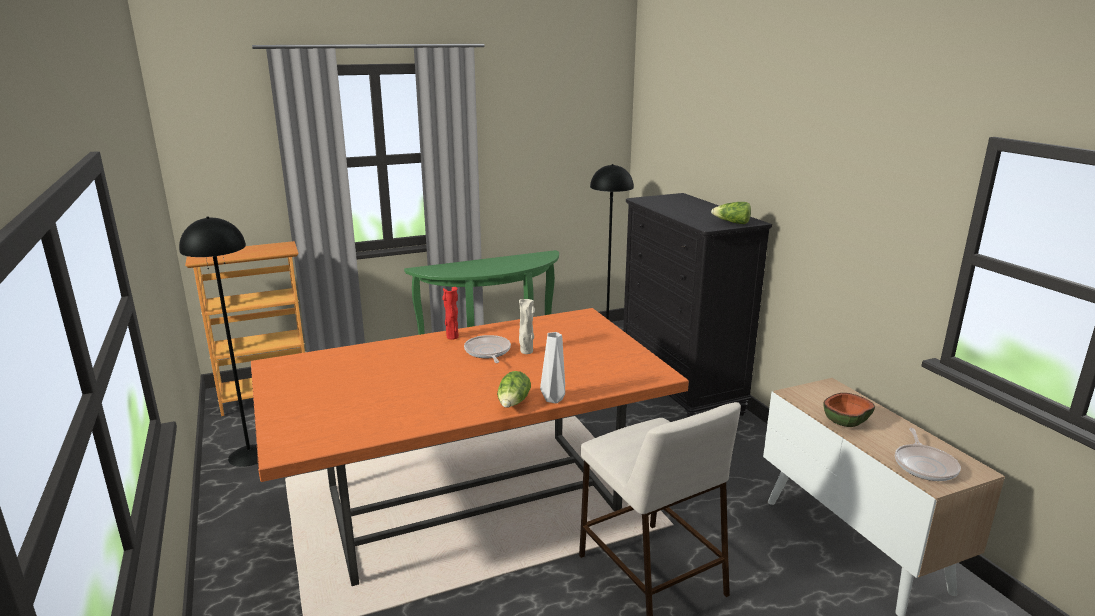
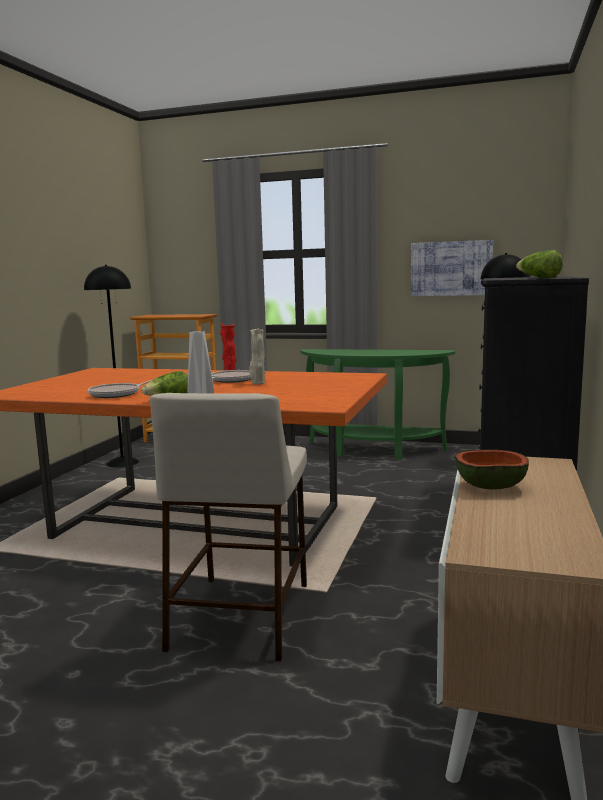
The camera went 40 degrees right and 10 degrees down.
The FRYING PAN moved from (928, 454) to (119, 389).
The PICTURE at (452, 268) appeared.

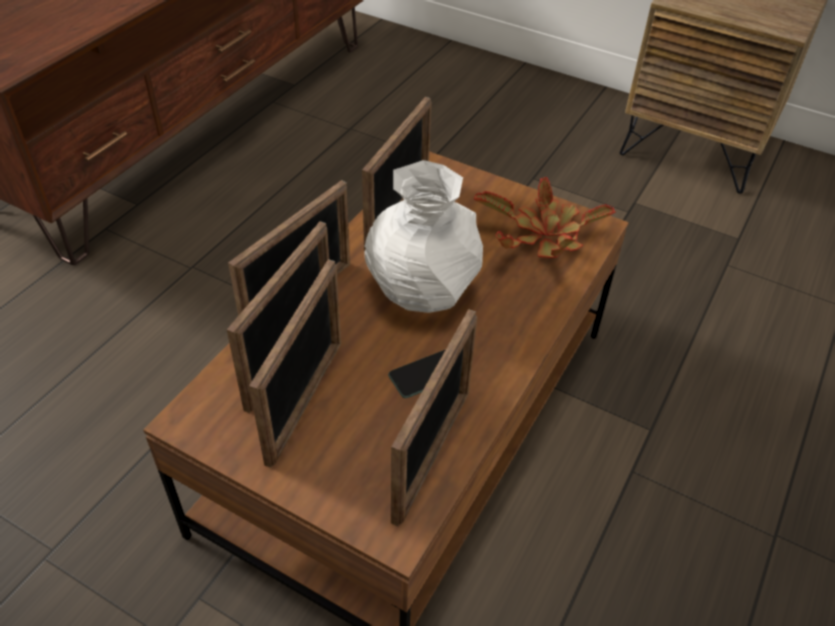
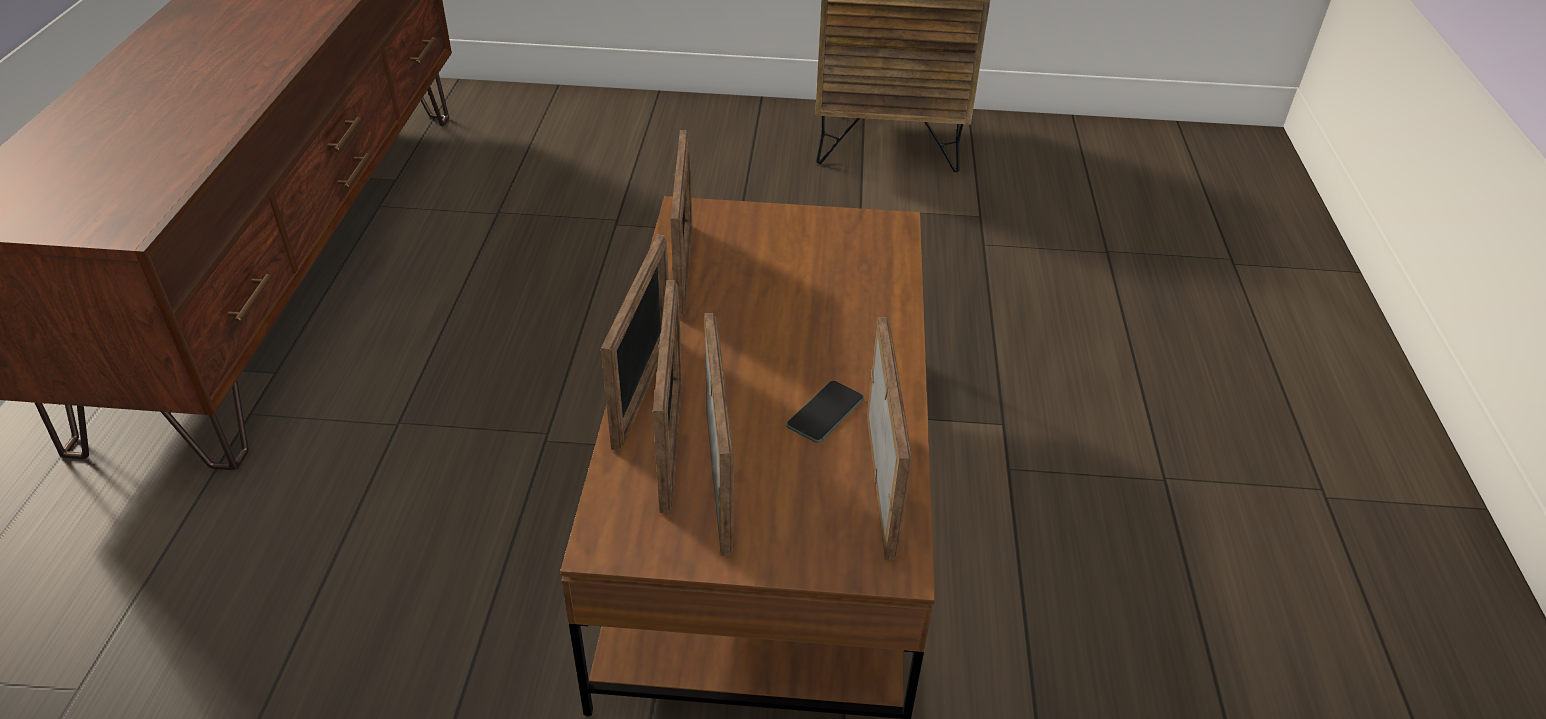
The camera went 25 degrees left and 5 degrees down.
The WHITE VASE at (423, 236) disappeared.
The POTTED PLANT at (545, 217) disappeared.

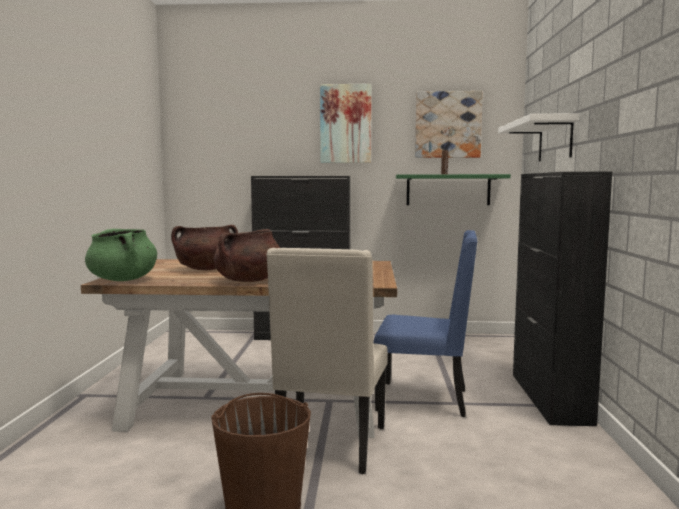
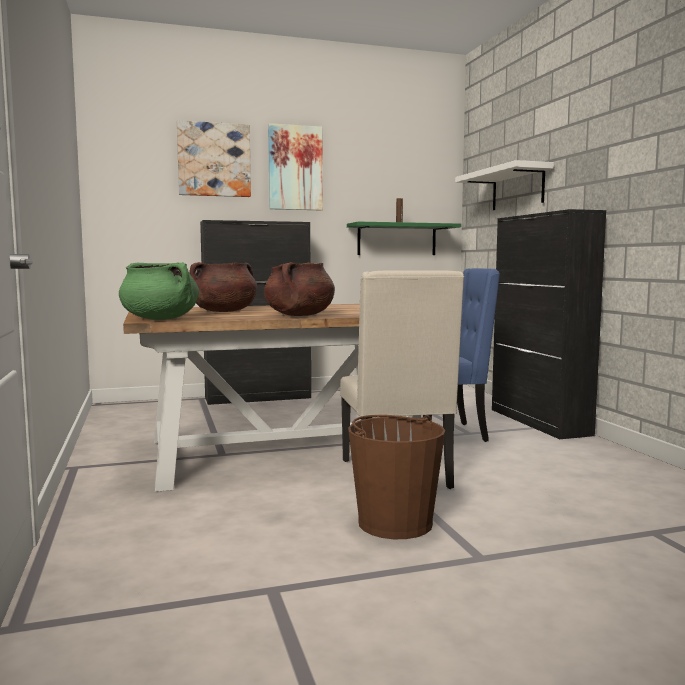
The camera went 20 degrees left and 0 degrees up.
The PICTURE moved from (449, 124) to (214, 158).

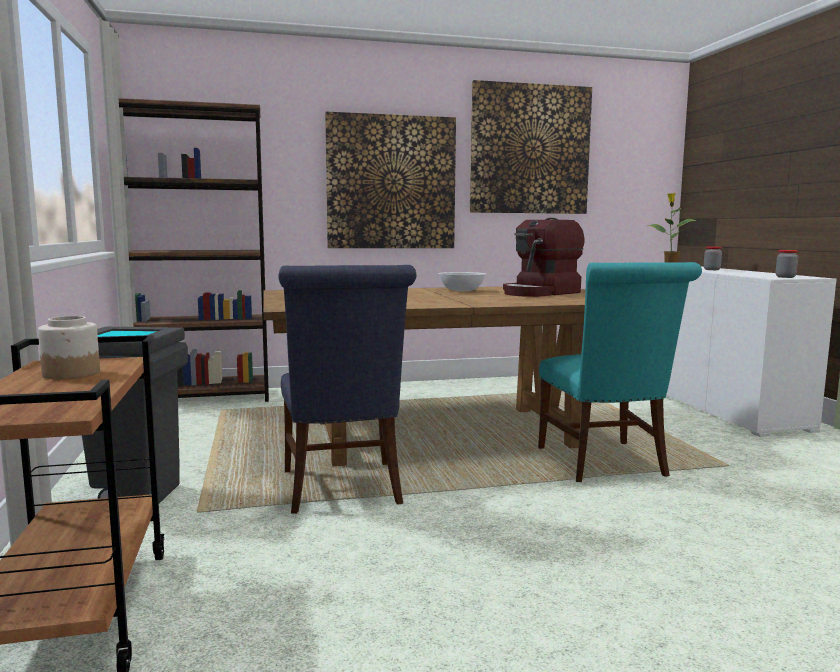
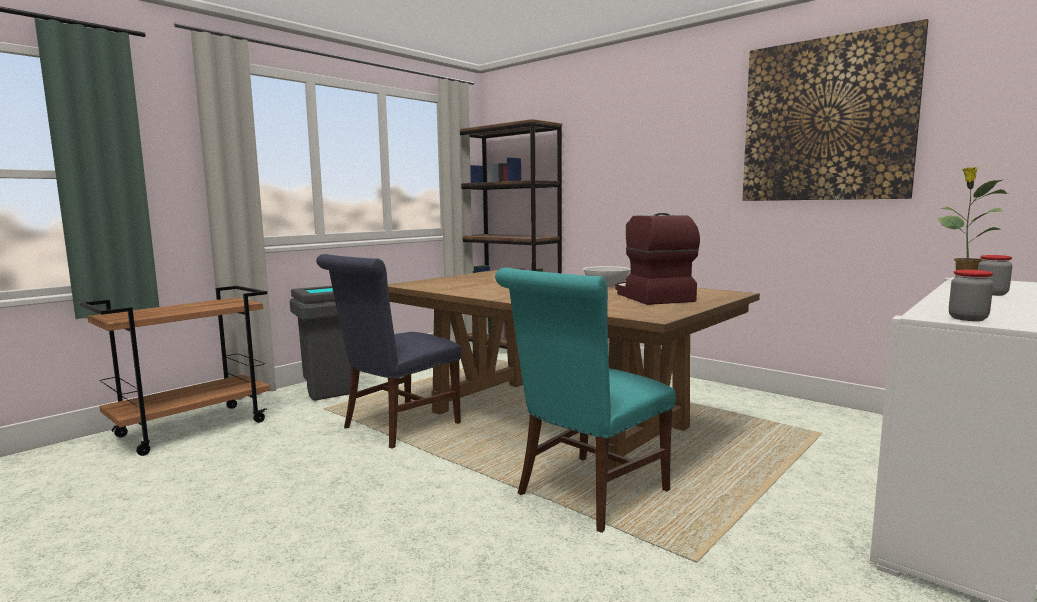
The camera went 55 degrees right and 0 degrees up.
The COFFEE MACHINE at (544, 257) turned 60 degrees clockwise.
The JAR at (69, 348) disappeared.
The PICTURE at (390, 180) disappeared.

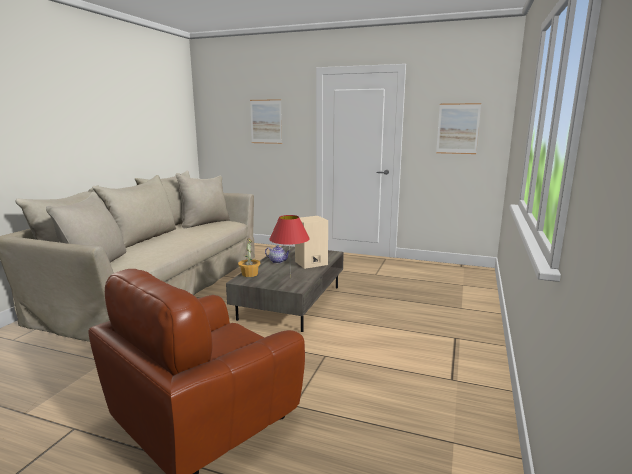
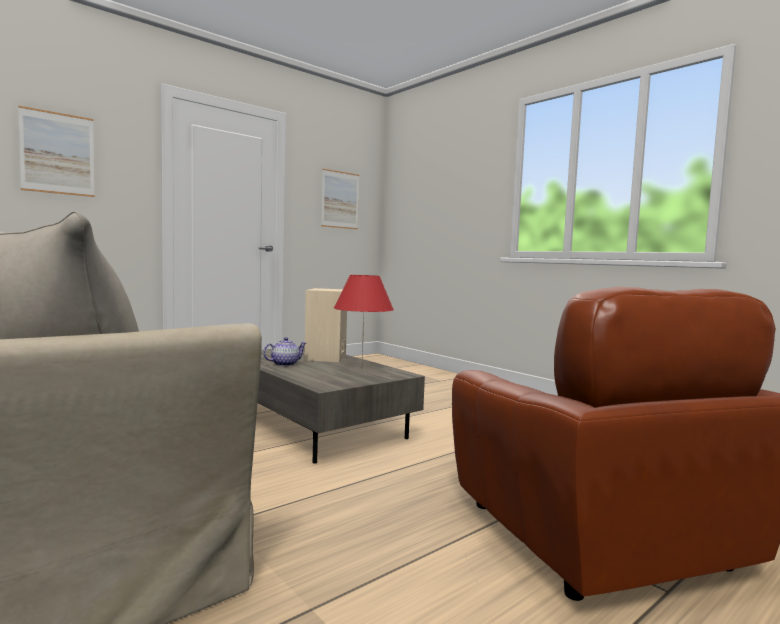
The camera went 60 degrees left and 10 degrees down.
The POTTED PLANT at (249, 258) disappeared.

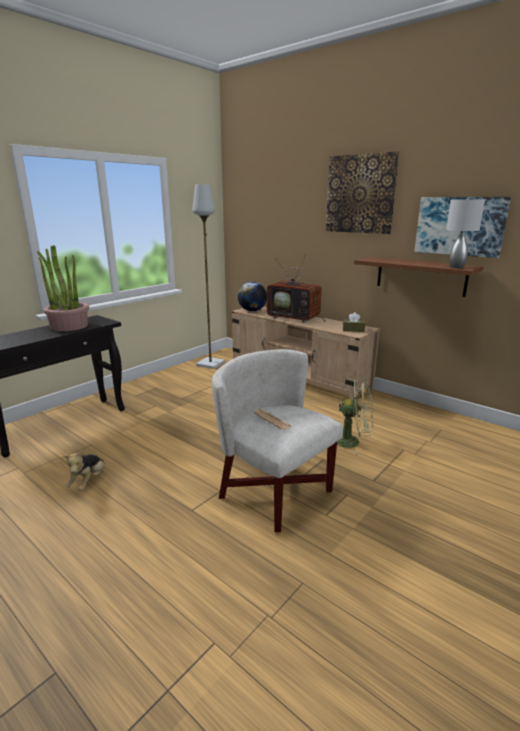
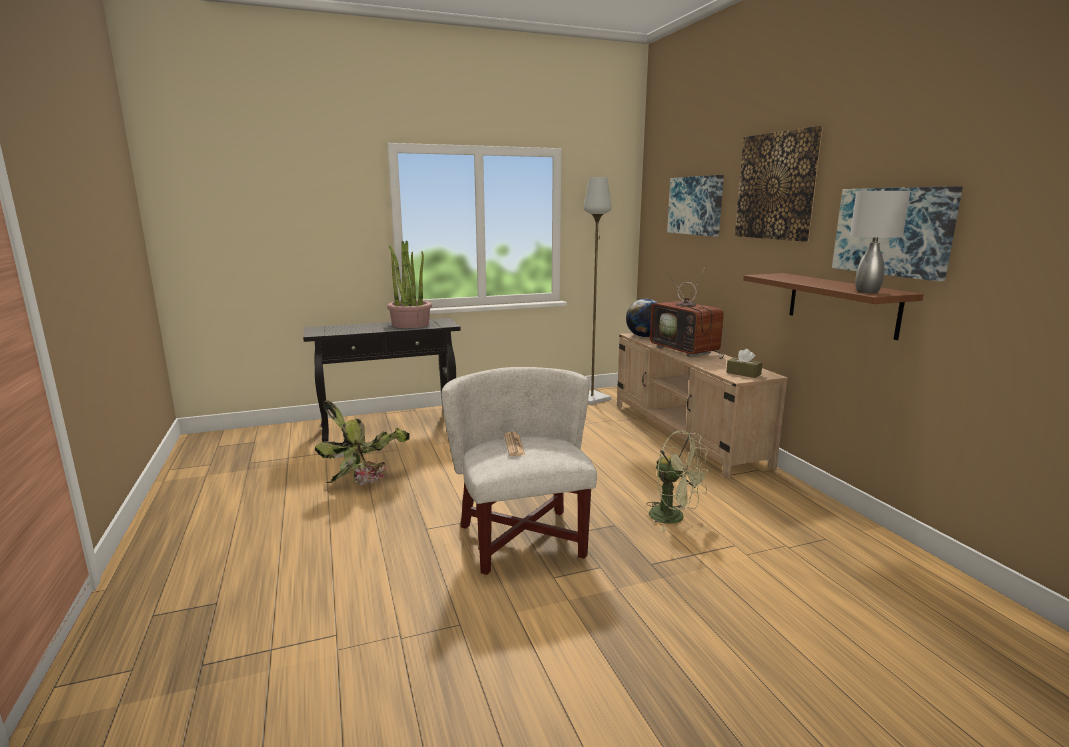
The camera went 30 degrees right and 5 degrees down.
The PLUSH TOY at (84, 471) was replaced by the POTTED PLANT at (362, 443).
The PICTURE at (695, 205) appeared.

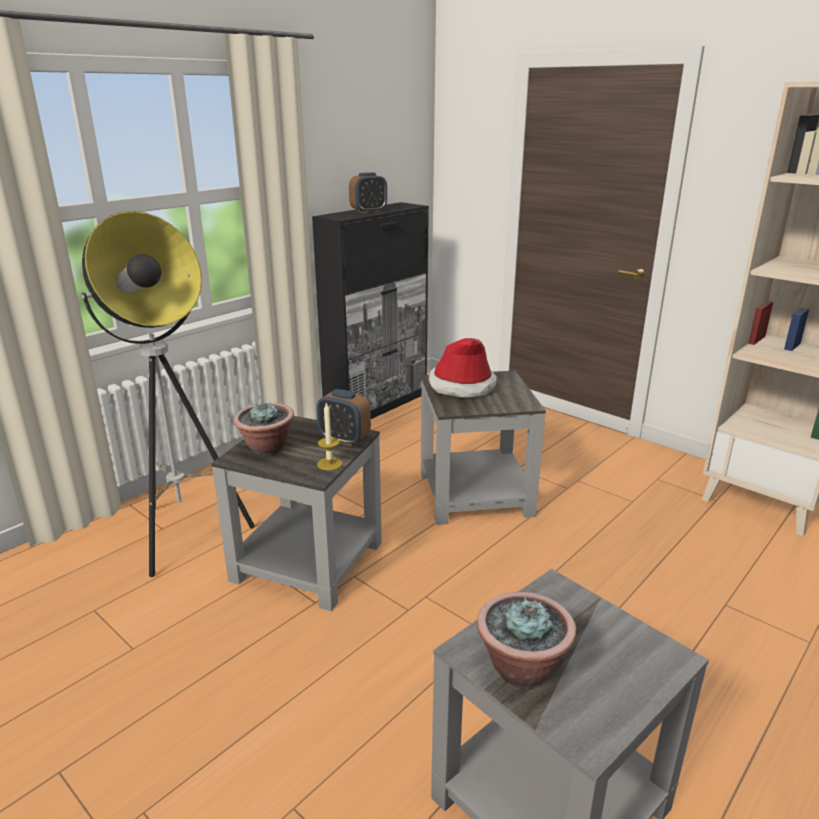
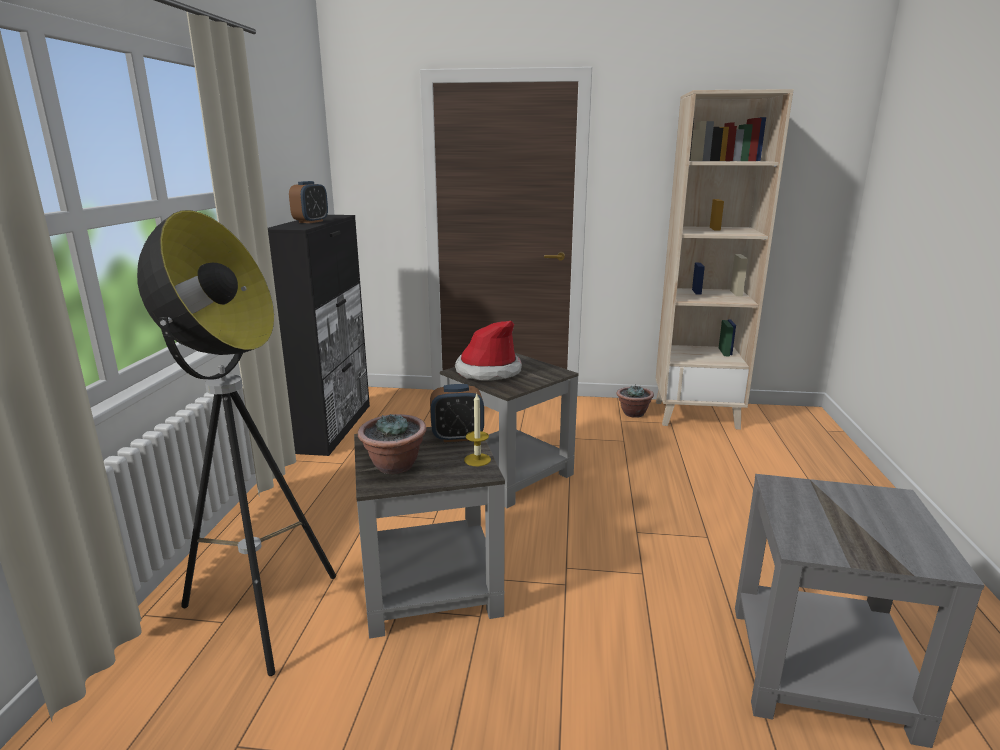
The camera went 35 degrees left and 5 degrees down.
The POTTED PLANT moved from (526, 640) to (635, 401).

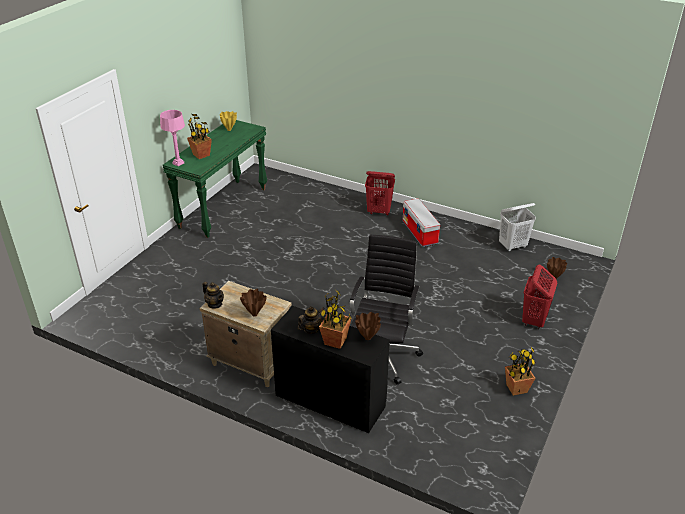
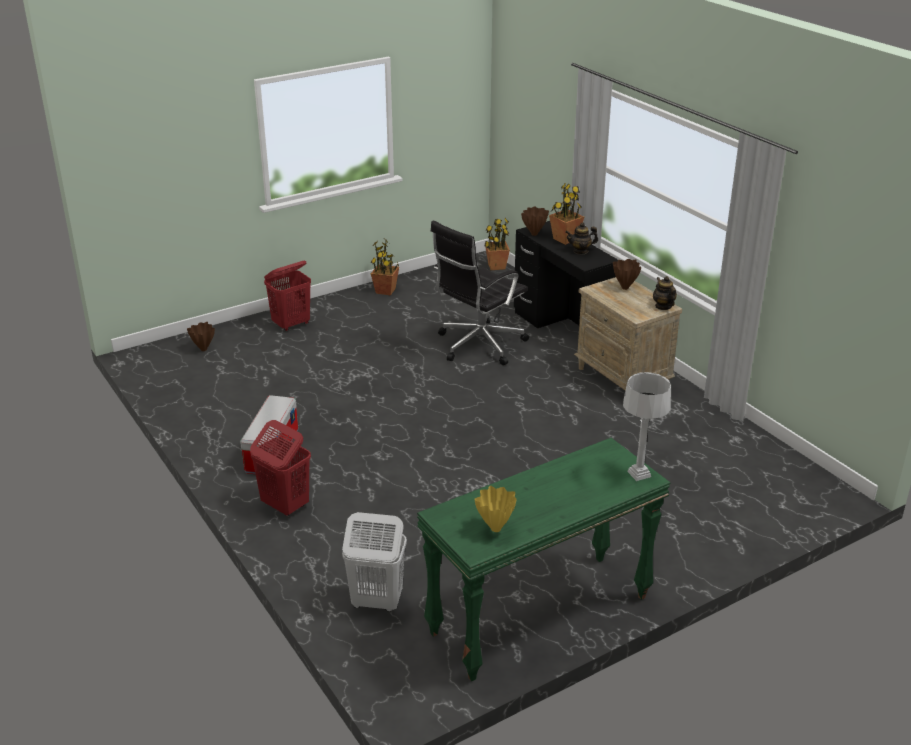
The camera went 150 degrees left and 5 degrees down.
The WHITE LAUNDRY BASKET moved from (517, 227) to (374, 562).
The POTTED PLANT moved from (199, 136) to (497, 244).
The PINK TABLE LAMP at (172, 138) became the GREY TABLE LAMP at (647, 426).

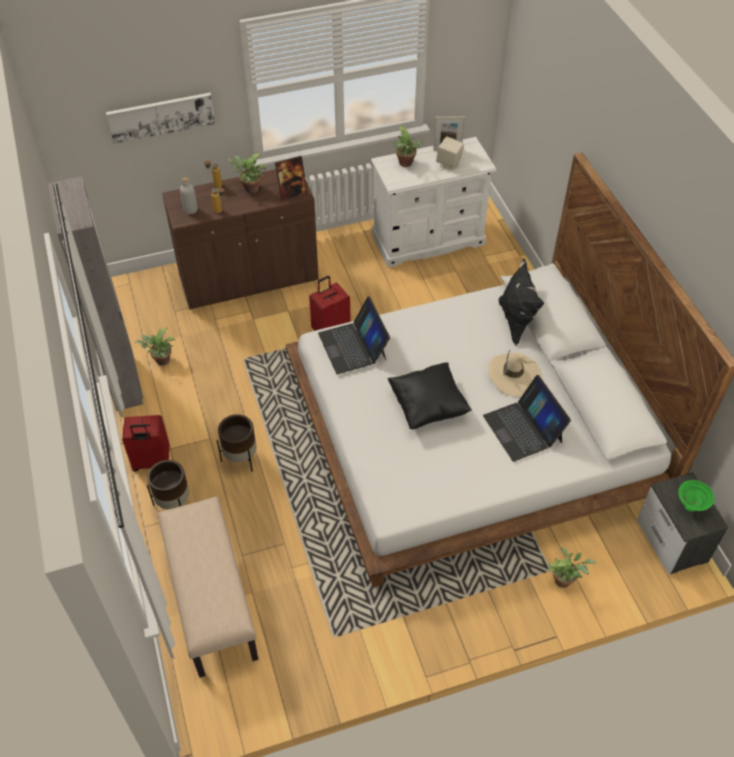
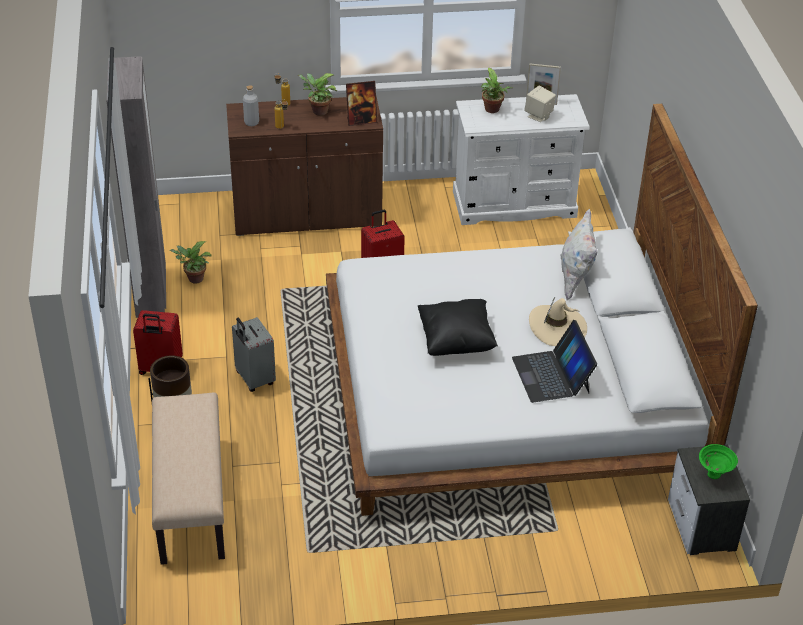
The camera went 10 degrees right and 10 degrees down.
The BROWN PLANTER at (236, 443) was replaced by the GREY SUITCASE at (254, 354).
The BLACK PILLOW at (521, 302) became the WHITE PILLOW at (579, 254).
The PICTURE at (160, 118) disappeared.
The LAPTOP at (354, 335) disappeared.
The POTTED PLANT at (572, 568) disappeared.

